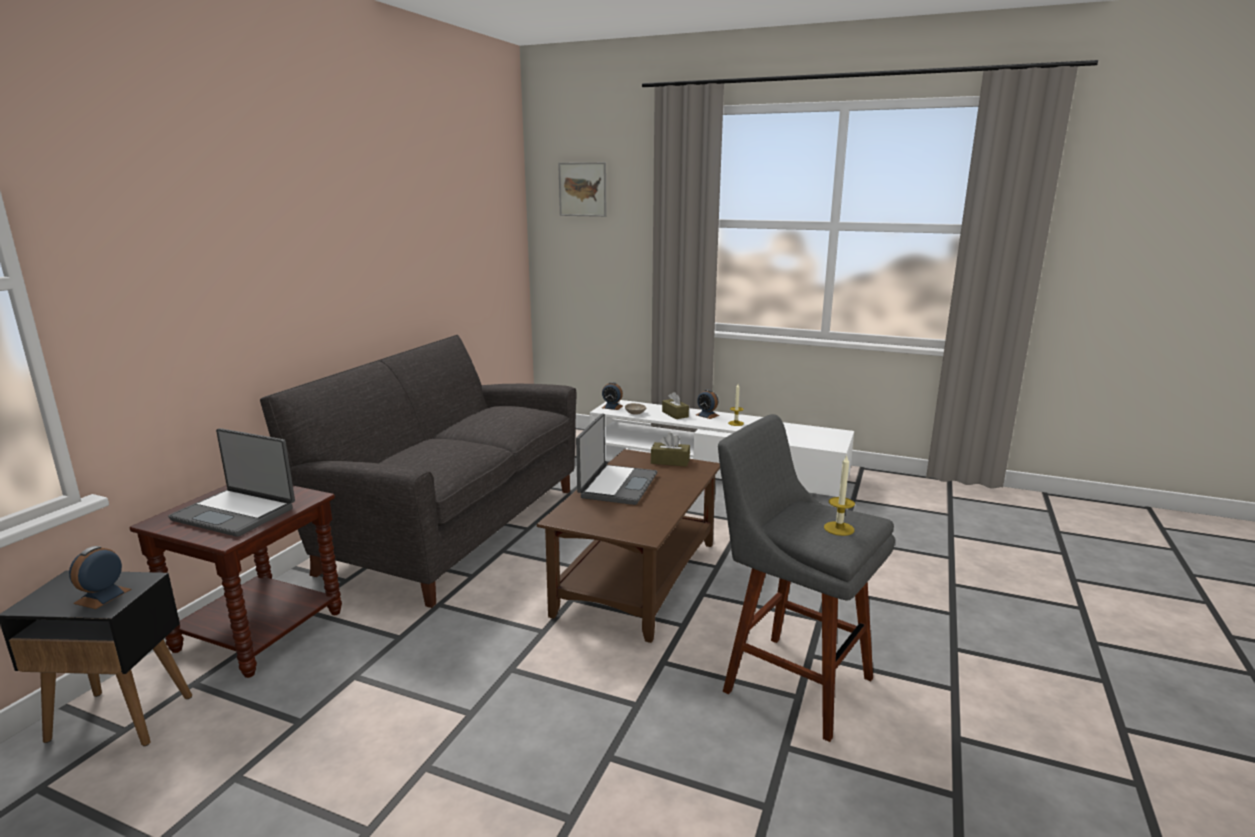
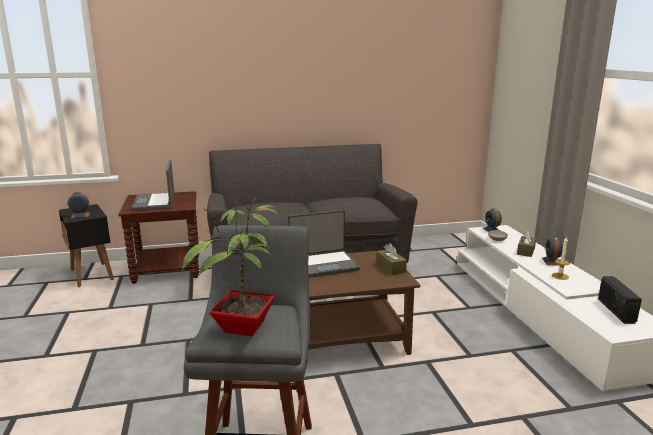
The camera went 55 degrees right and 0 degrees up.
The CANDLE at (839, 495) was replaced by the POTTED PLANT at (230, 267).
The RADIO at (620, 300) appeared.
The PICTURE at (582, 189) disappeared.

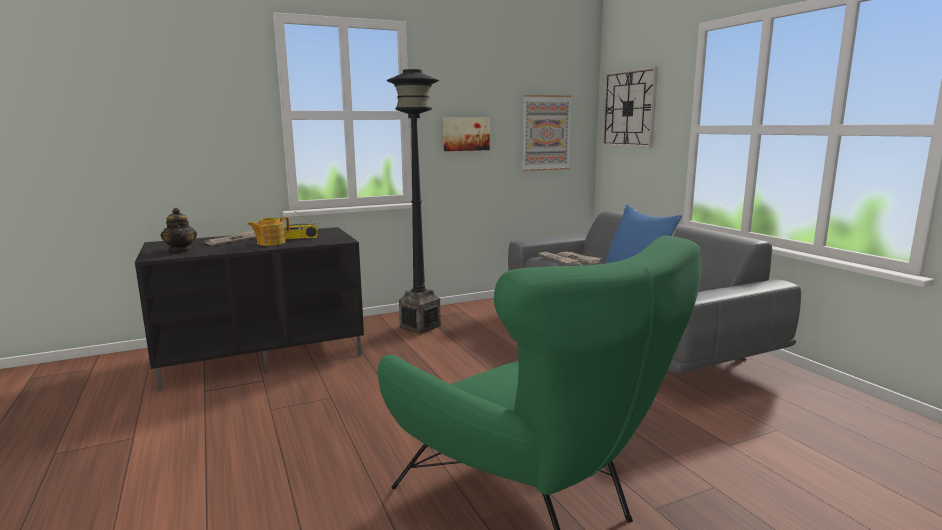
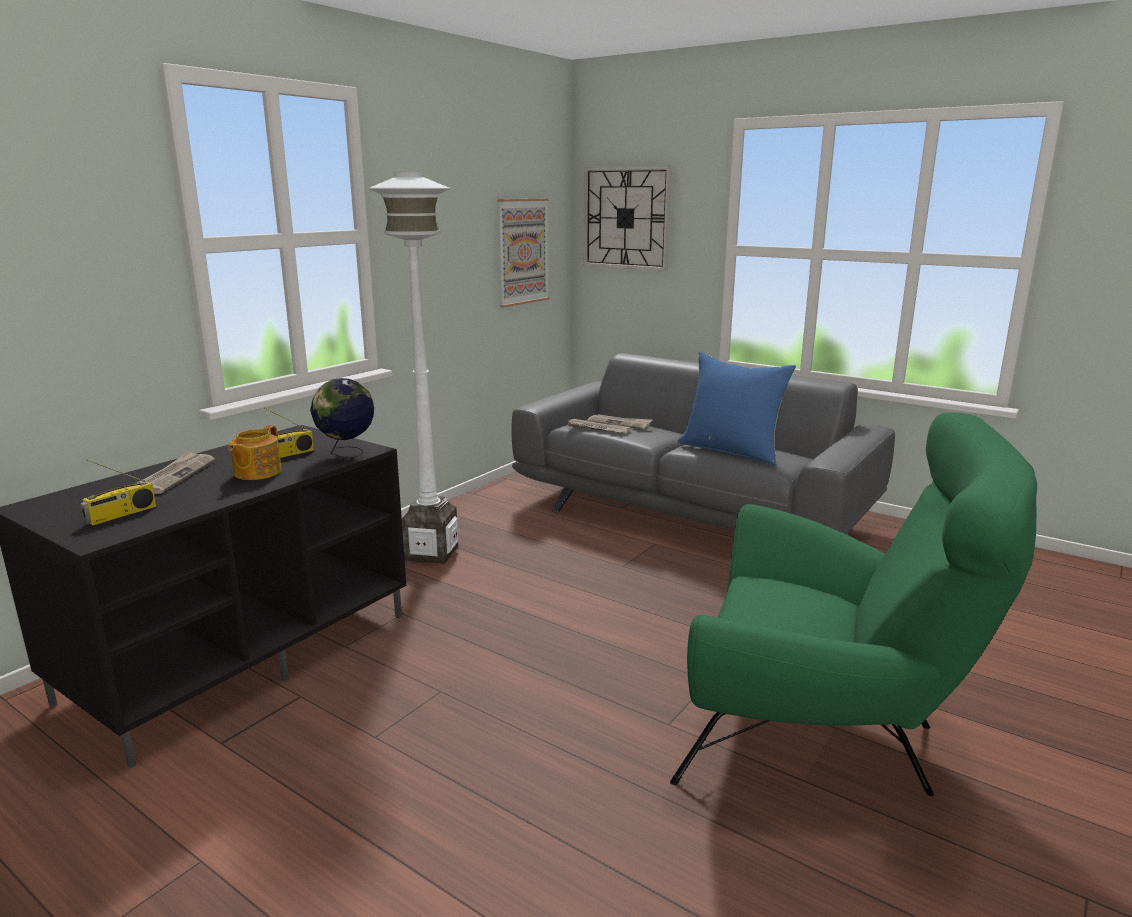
The camera went 30 degrees left and 5 degrees up.
The TEAPOT at (178, 230) was replaced by the RADIO at (118, 492).
The GLOBE at (342, 418) appeared.
The BLACK FLOOR LAMP at (414, 201) became the WHITE FLOOR LAMP at (413, 368).
The PICTURE at (466, 134) disappeared.

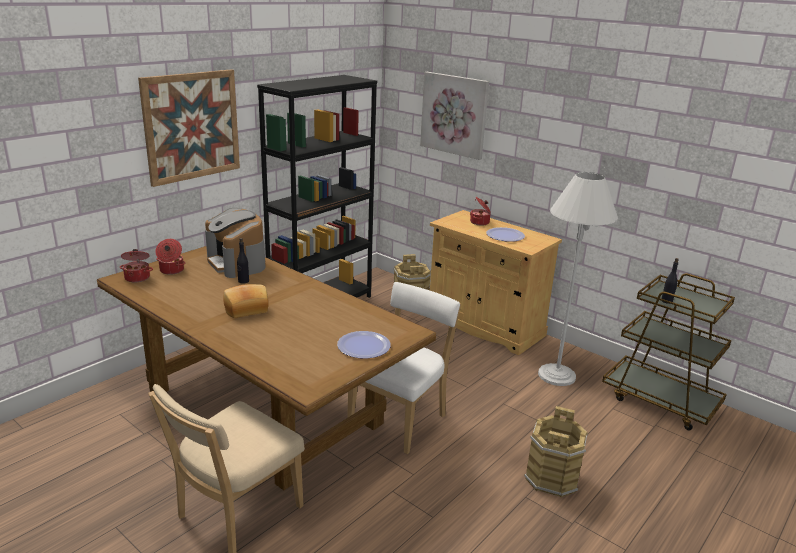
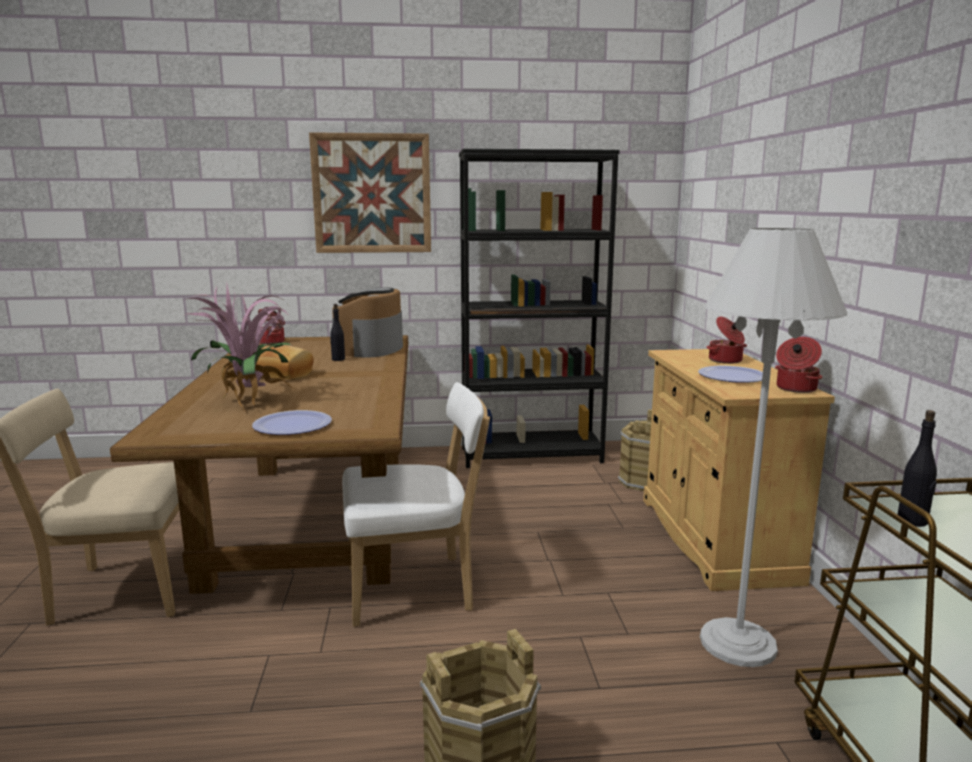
The camera went 45 degrees right and 10 degrees down.
The POTTED PLANT at (239, 349) appeared.
The COOKING POT moved from (170, 257) to (799, 365).
The PICTURE at (454, 116) disappeared.

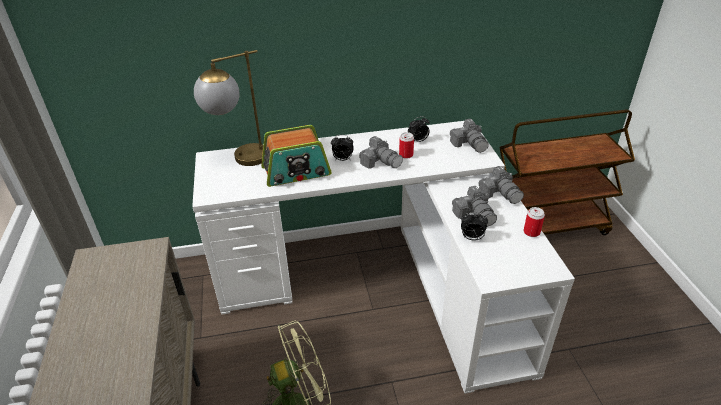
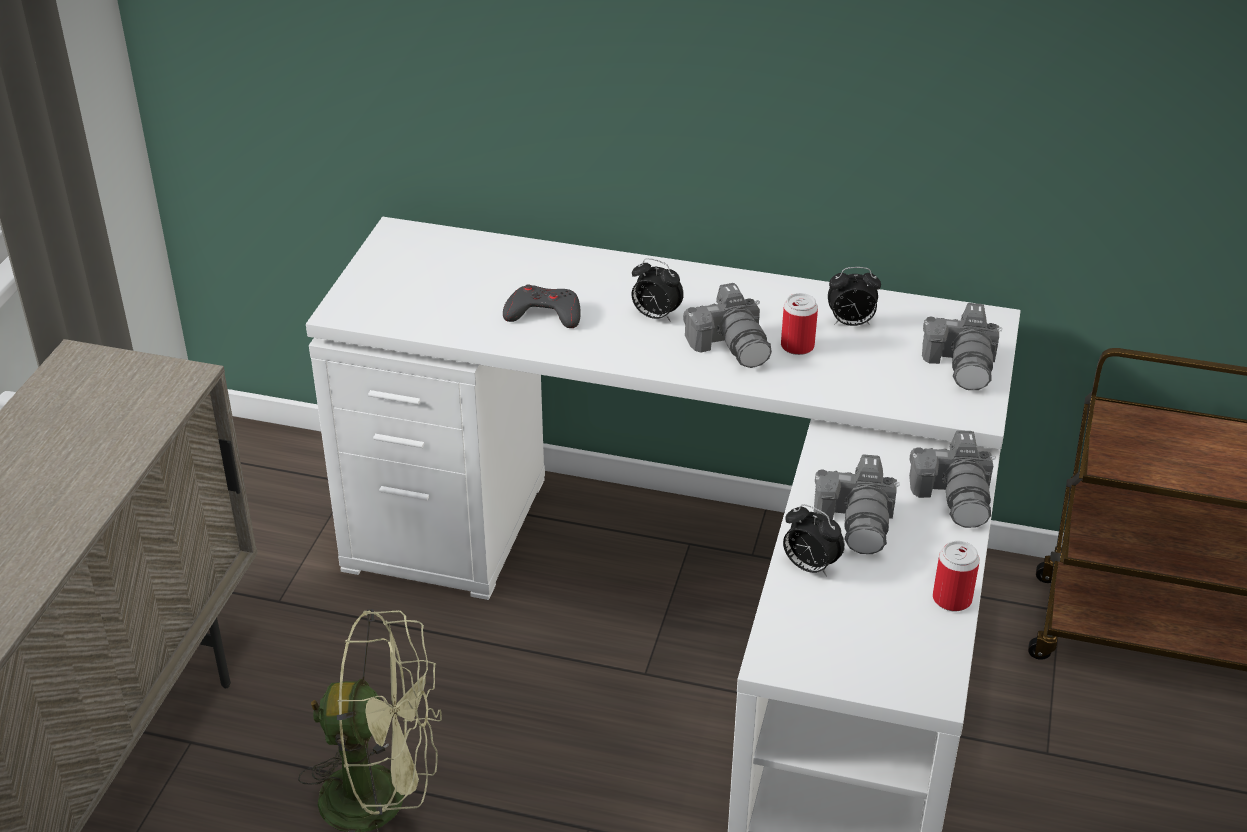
The camera went 25 degrees right and 0 degrees up.
The RADIO at (296, 156) was replaced by the GREY GAME CONTROLLER at (542, 306).
The TABLE LAMP at (228, 108) disappeared.

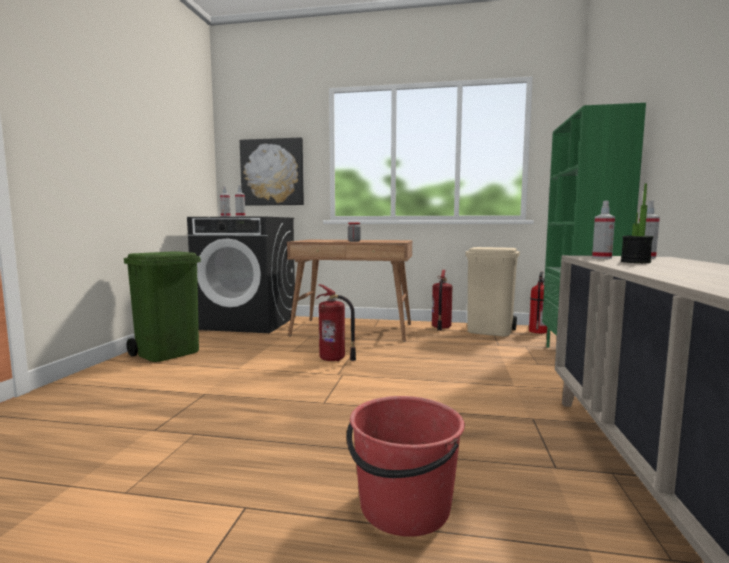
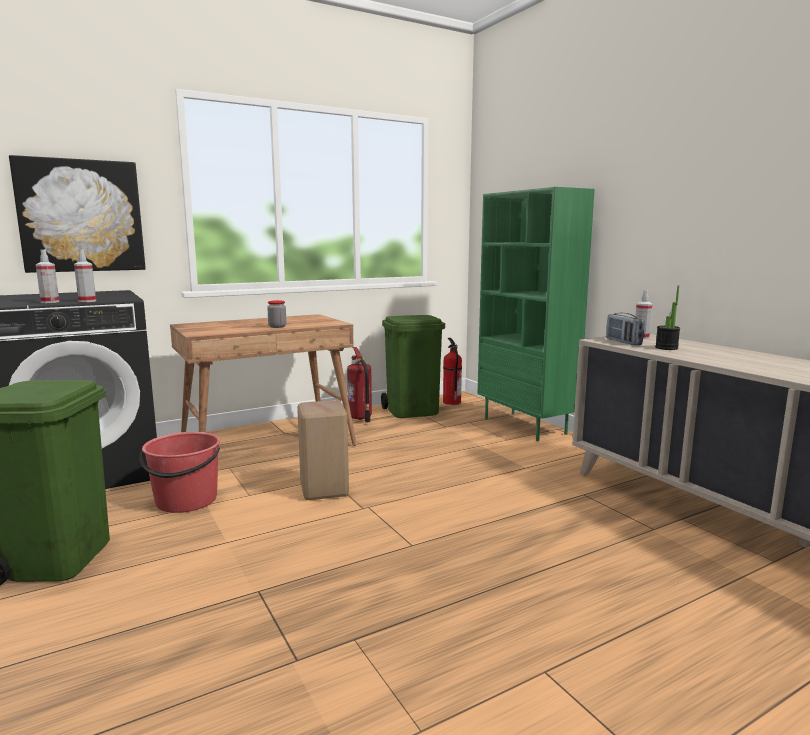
The camera went 40 degrees left and 5 degrees up.
The RED BUCKET moved from (406, 466) to (179, 472).
The FIRE EXTINGUISHER at (336, 322) was replaced by the BEIGE STOOL at (323, 450).
The BEIGE TRASH CAN at (493, 292) became the GREEN TRASH CAN at (413, 366).
The SPRAY BOTTLE at (603, 229) was replaced by the RADIO at (625, 329).

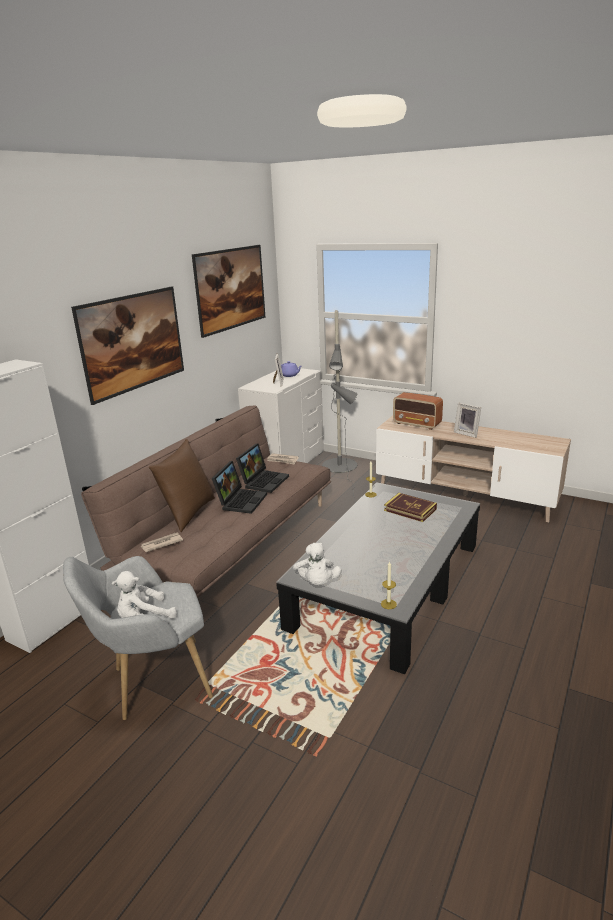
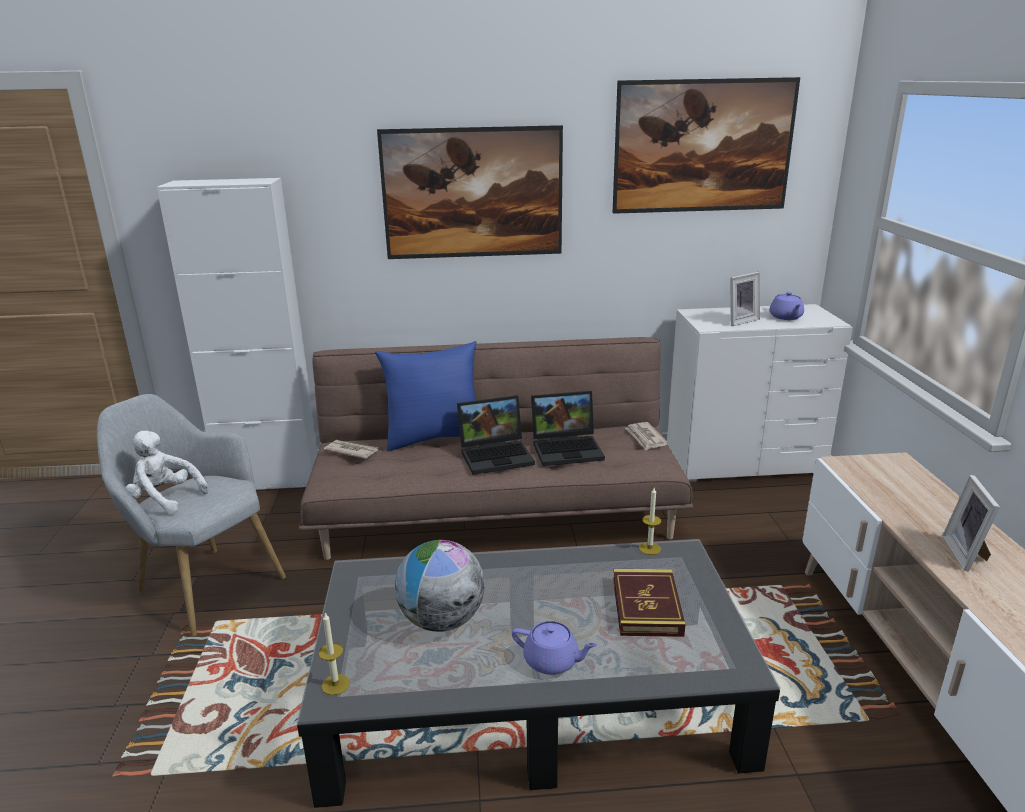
The camera went 55 degrees right and 0 degrees up.
The BROWN PILLOW at (182, 485) became the BLUE PILLOW at (426, 396).
The GLOBE at (440, 586) appeared.
The PURPLE TEAPOT at (554, 648) appeared.
The WHITE PLUSH TOY at (317, 564) disappeared.
The GREY FLOOR LAMP at (339, 406) disappeared.
The RADIO at (418, 411) disappeared.

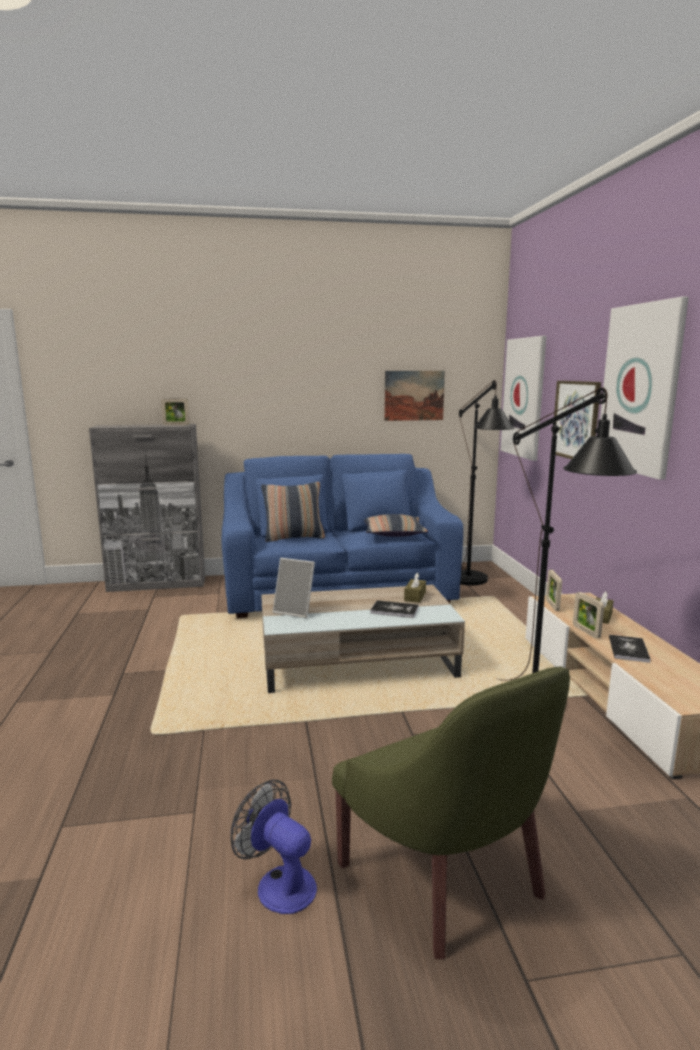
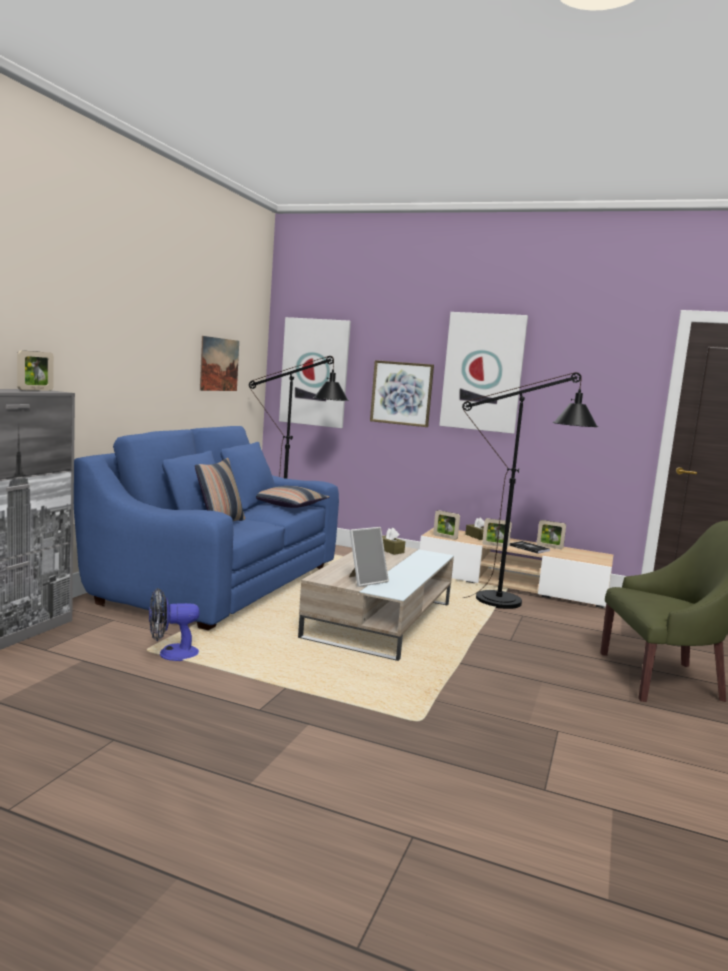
The camera went 60 degrees left and 5 degrees down.
The FAN moved from (273, 847) to (174, 624).
The PICTURE FRAME at (551, 534) appeared.
The BOOK at (394, 609) disappeared.

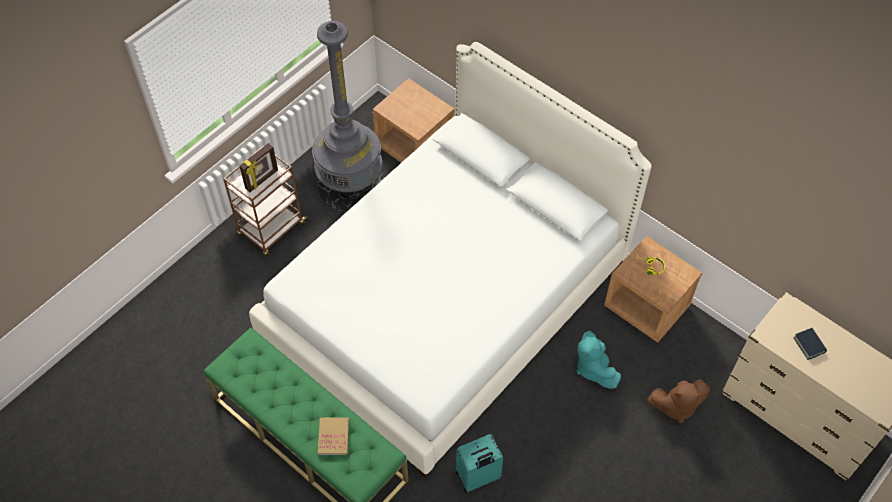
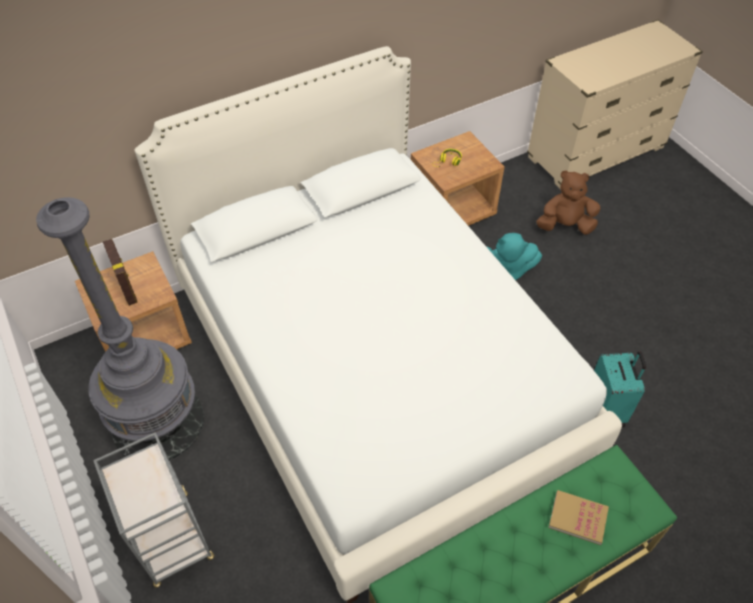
The camera went 70 degrees left and 5 degrees down.
The BROWN CART at (265, 201) became the GREY CART at (154, 510).
The PICTURE FRAME moved from (258, 167) to (120, 272).
The BROWN PLUSH TOY at (678, 401) turned 105 degrees counterclockwise.
The BOOK at (810, 344) disappeared.

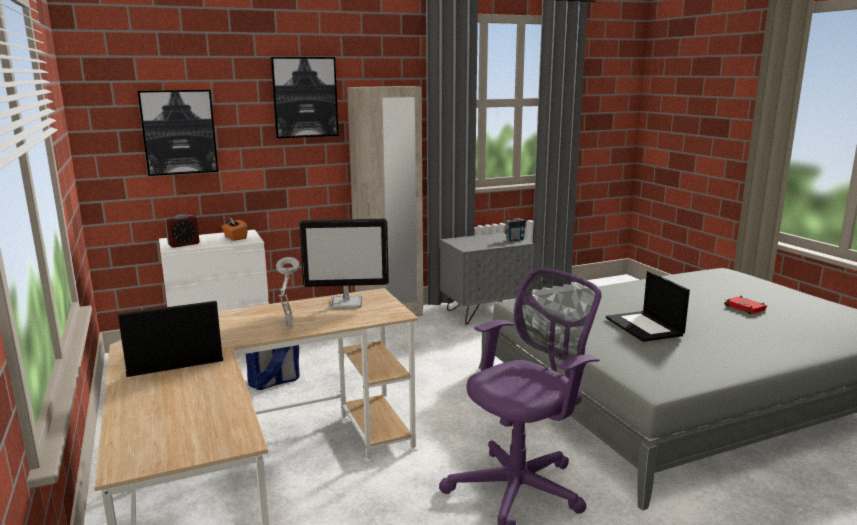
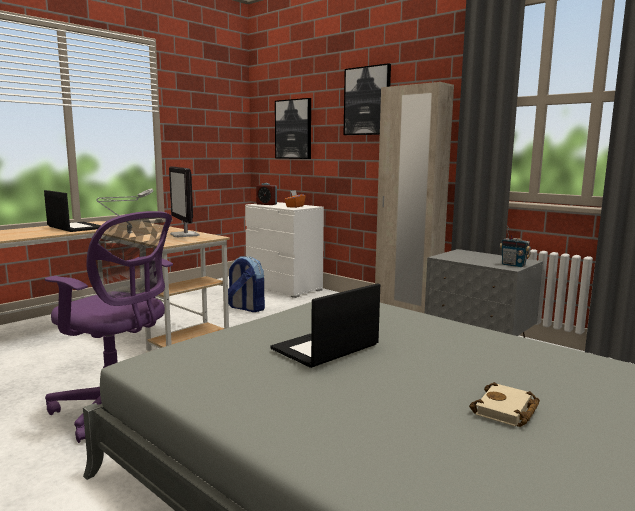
The camera went 65 degrees right and 5 degrees down.
The RED BOOK at (745, 305) became the BEIGE BOOK at (504, 404).

